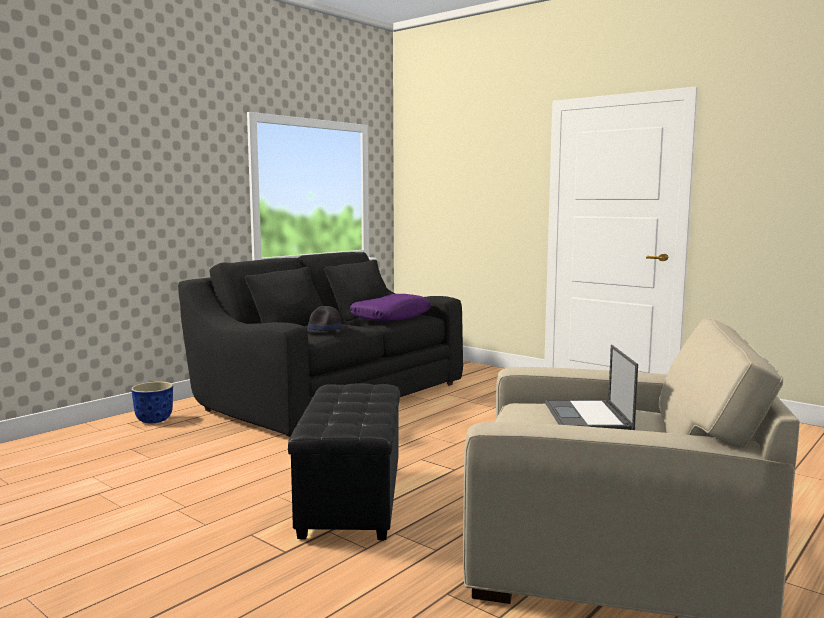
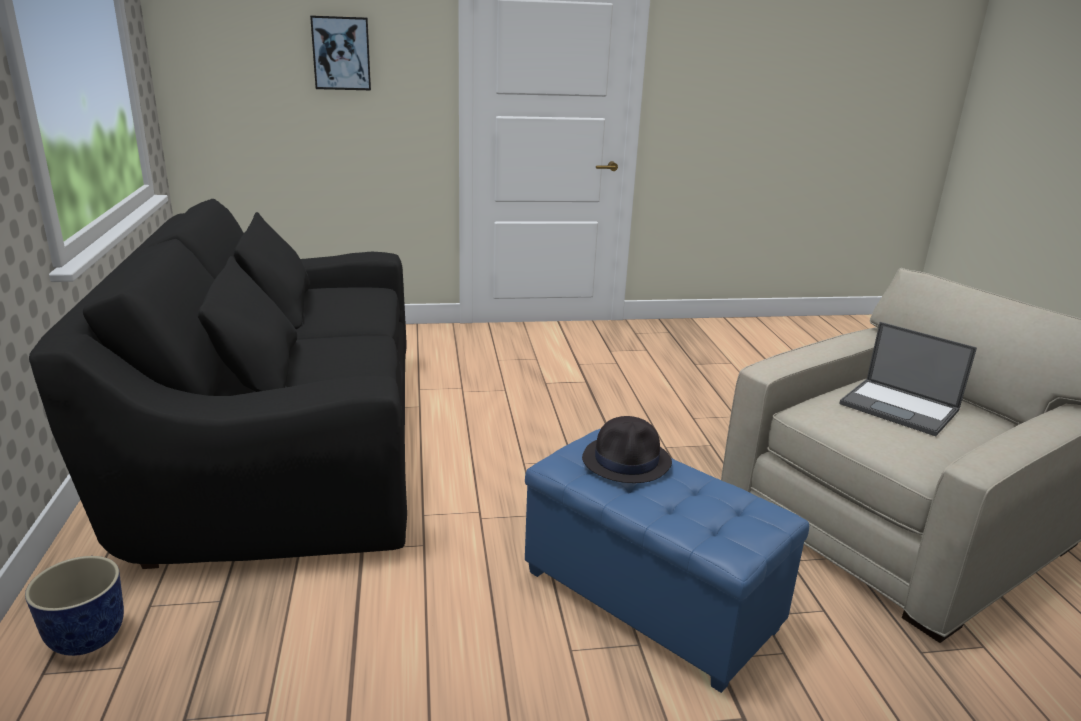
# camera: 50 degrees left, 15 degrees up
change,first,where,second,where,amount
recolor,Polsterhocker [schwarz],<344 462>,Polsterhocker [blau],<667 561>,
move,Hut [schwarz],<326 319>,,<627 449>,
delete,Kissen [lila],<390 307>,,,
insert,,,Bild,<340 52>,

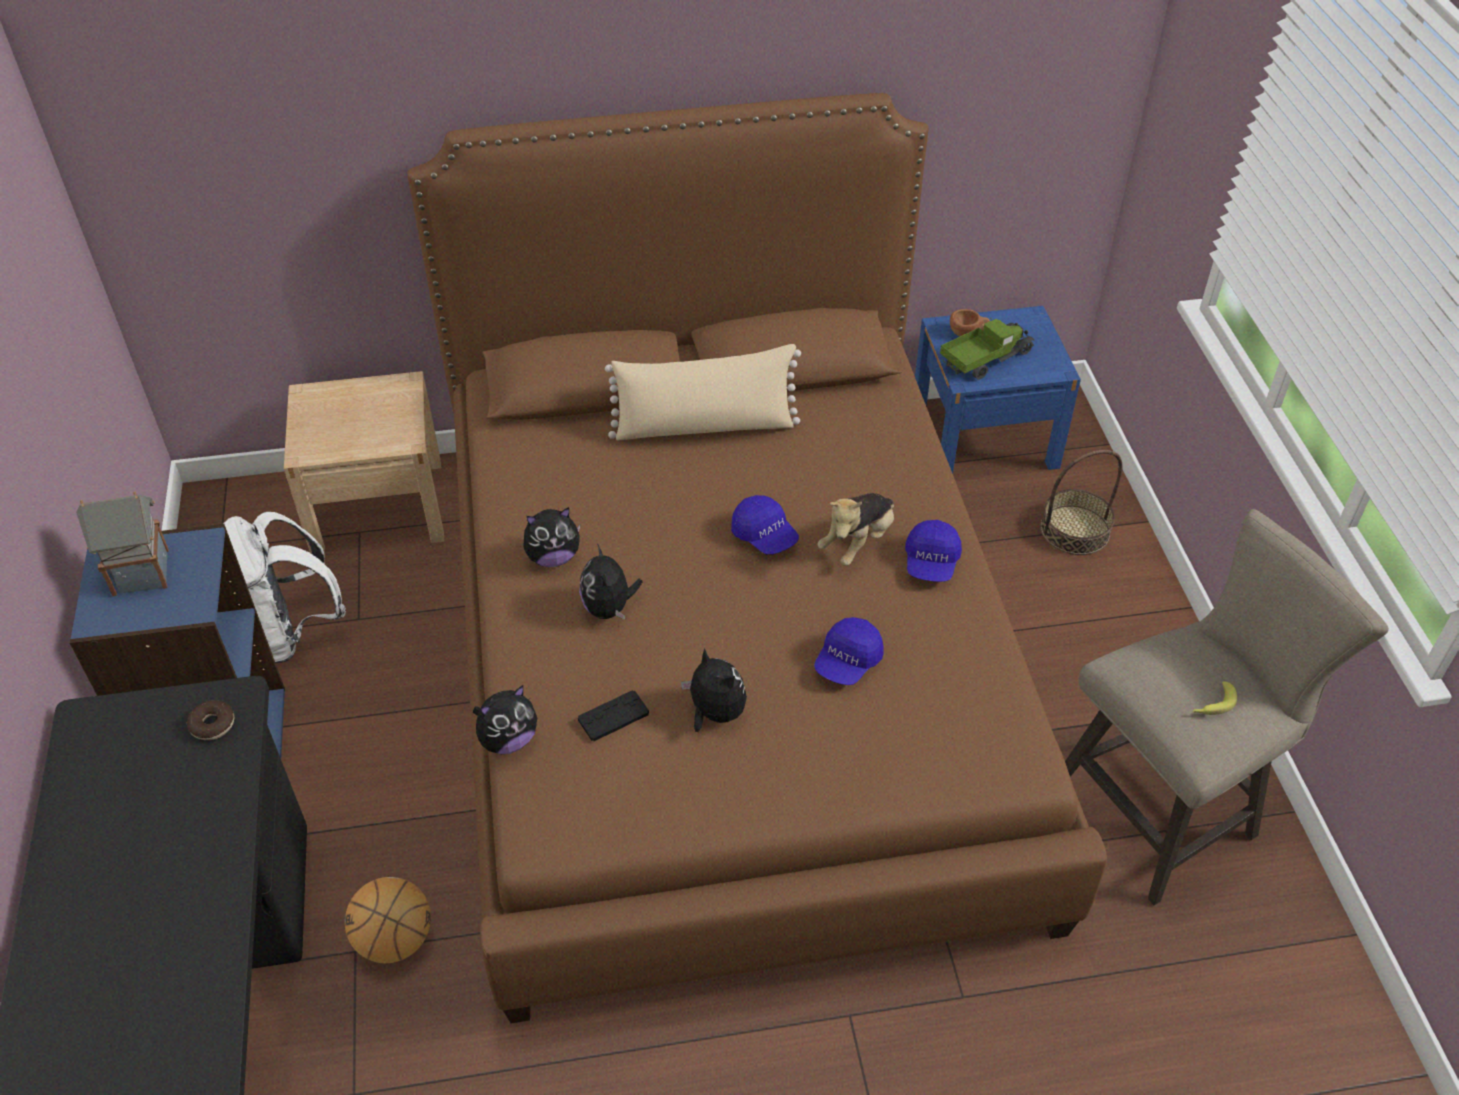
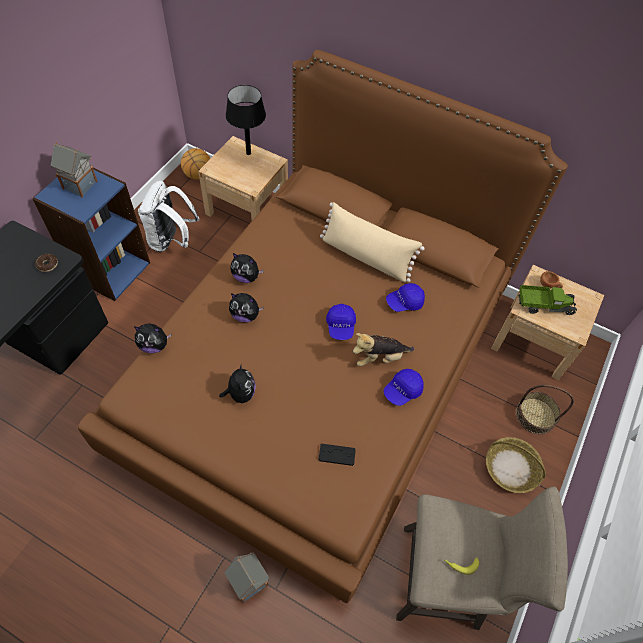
# camera: 35 degrees right, 10 degrees up
change,first,where,second,where,amount
move,Basketball,<388 920>,,<196 163>,
move,Gamepad [schwarz],<613 715>,,<337 455>,
rotate,Plüschtier,<611 582>,,<246 308>,105 degrees counterclockwise
move,Kappe [blau],<849 651>,,<405 297>,
recolor,Nachttisch [blau],<998 390>,Nachttisch [beige],<547 322>,
insert,,,Spielzeughaus,<247 578>,
insert,,,Tischlampe [schwarz],<246 120>,
insert,,,Korb,<516 465>,

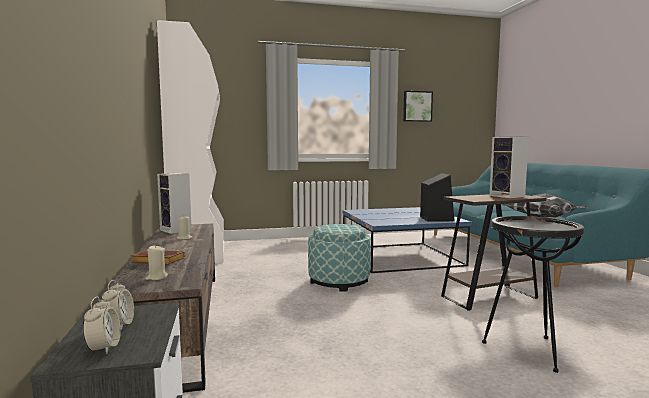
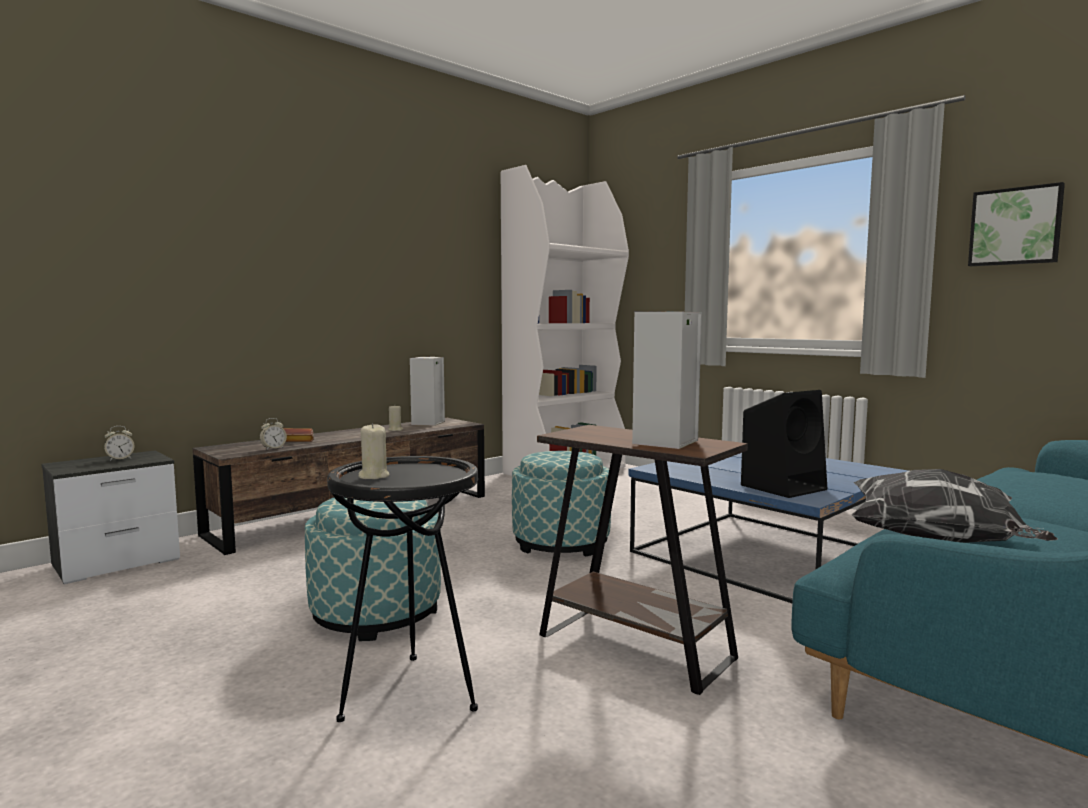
# camera: 60 degrees right, 0 degrees up
change,first,where,second,where,amount
move,Wecker,<101 325>,,<273 434>,
move,Kerze [beige],<156 262>,,<373 451>,
insert,,,Polsterhocker,<373 569>,

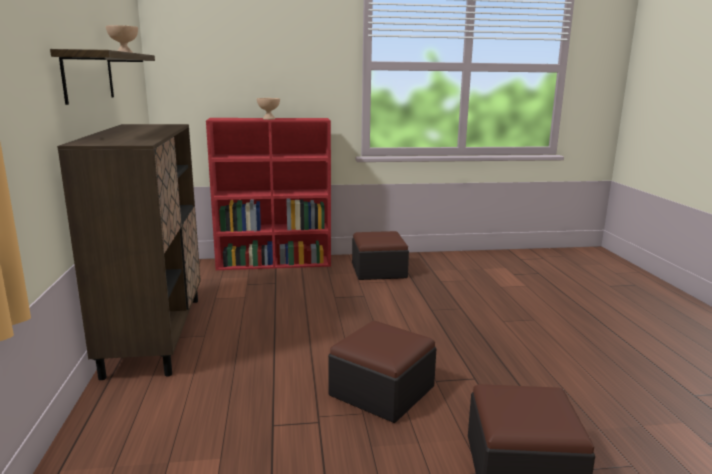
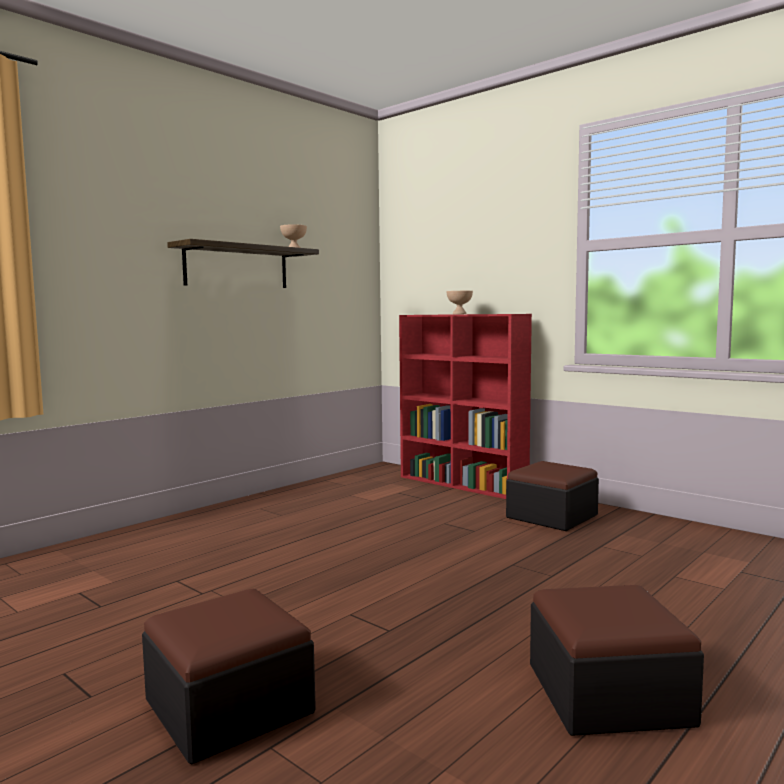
# camera: 50 degrees right, 10 degrees down
change,first,where,second,where,amount
delete,Schrank [braun],<129 252>,,,
move,Polsterhocker,<382 372>,,<617 660>,

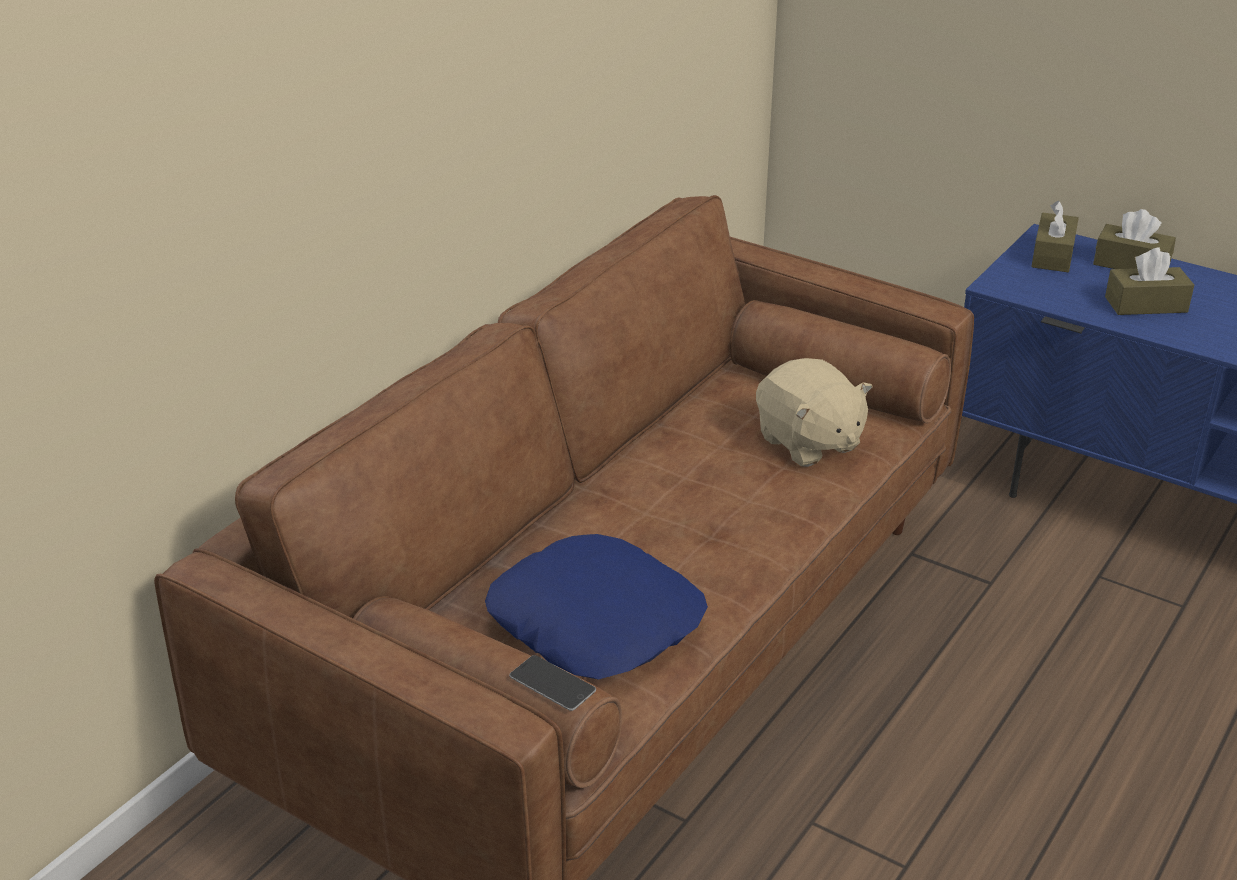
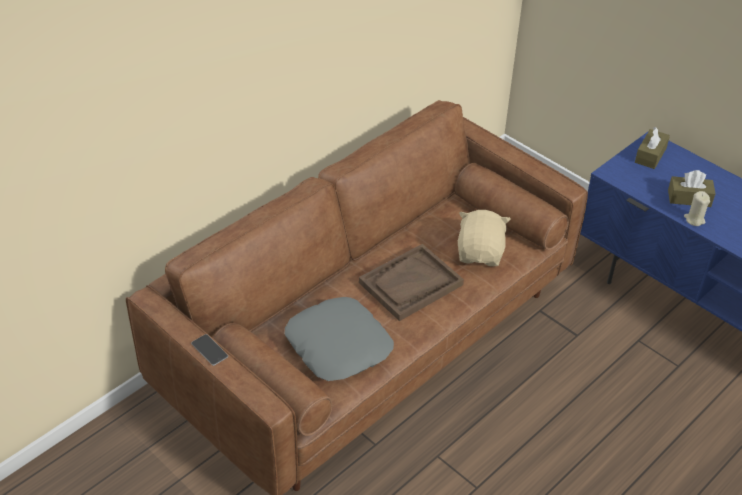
# camera: 10 degrees right, 10 degrees up
change,first,where,second,where,amount
recolor,Kissen [blau],<596 607>,Kissen [grau],<339 339>,
move,Handy,<552 683>,,<209 350>,
rotate,Plüschtier [beige],<814 412>,,<484 238>,150 degrees counterclockwise
delete,Taschentuchbox [braun],<1134 239>,,,
insert,,,Tablett [braun],<411 282>,
insert,,,Kerze [beige],<697 208>,

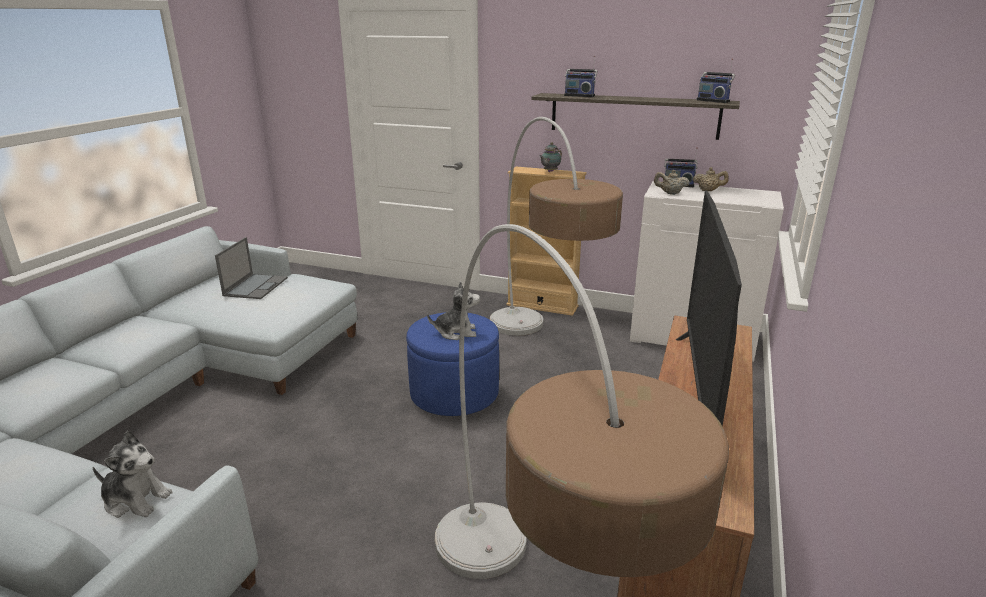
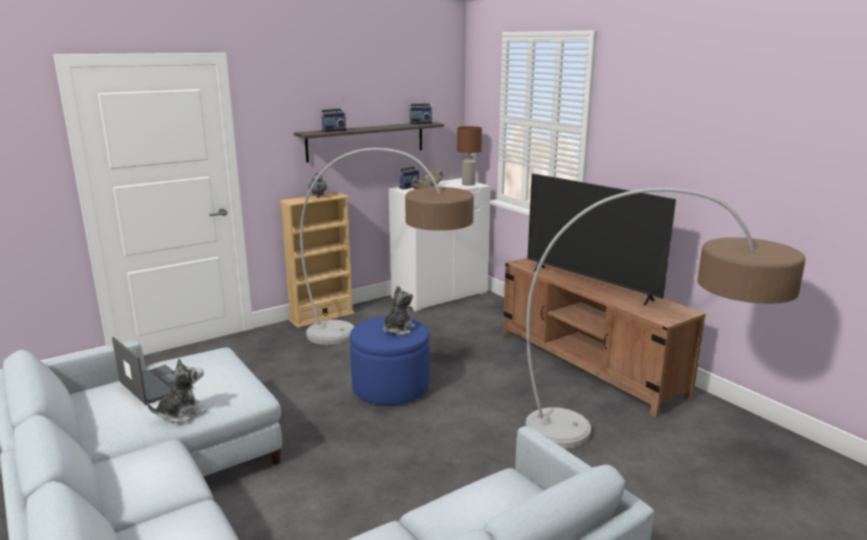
# camera: 55 degrees left, 5 degrees down
change,first,where,second,where,amount
move,Plüschtier,<132 474>,,<177 390>,
insert,,,Tischlampe [braun],<469 156>,

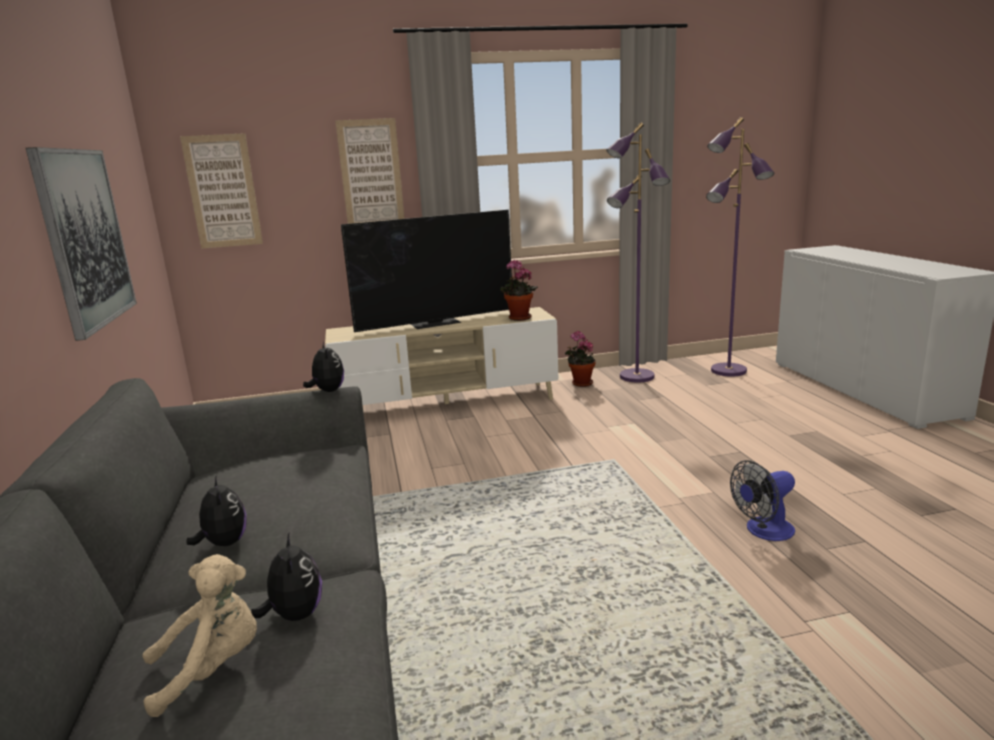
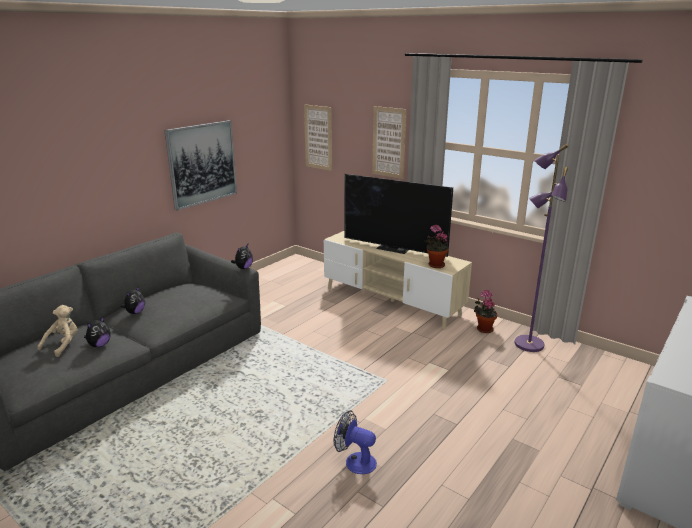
# camera: 50 degrees right, 5 degrees up
change,first,where,second,where,amount
rotate,Plüschtier [beige],<199 635>,,<57 331>,90 degrees counterclockwise
delete,Stehlampe [lila],<740 247>,,,

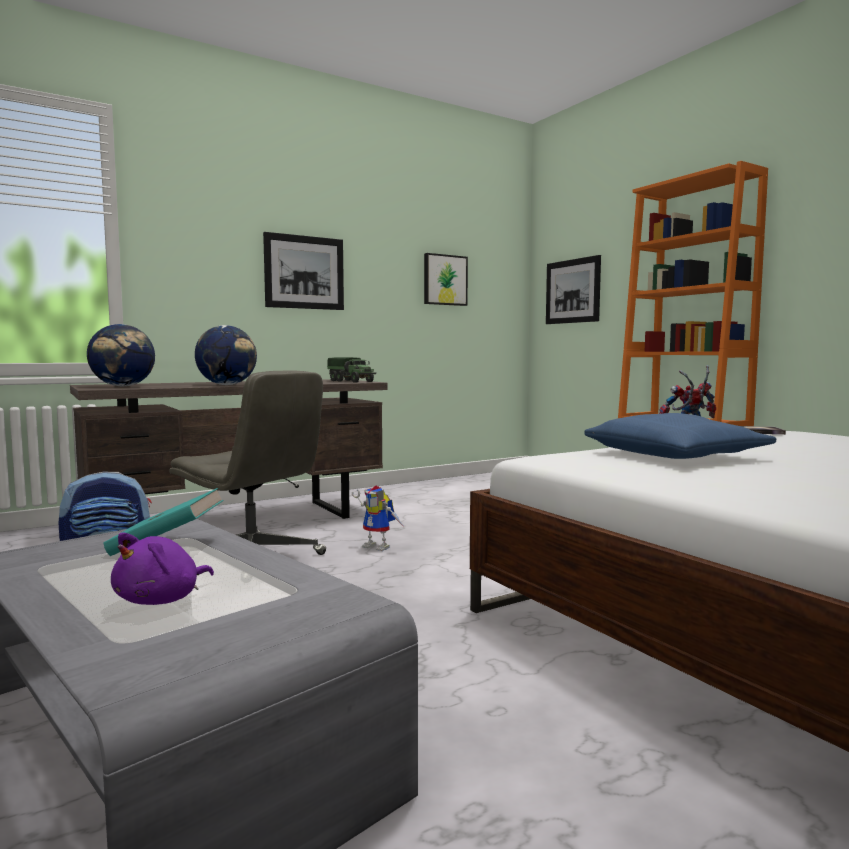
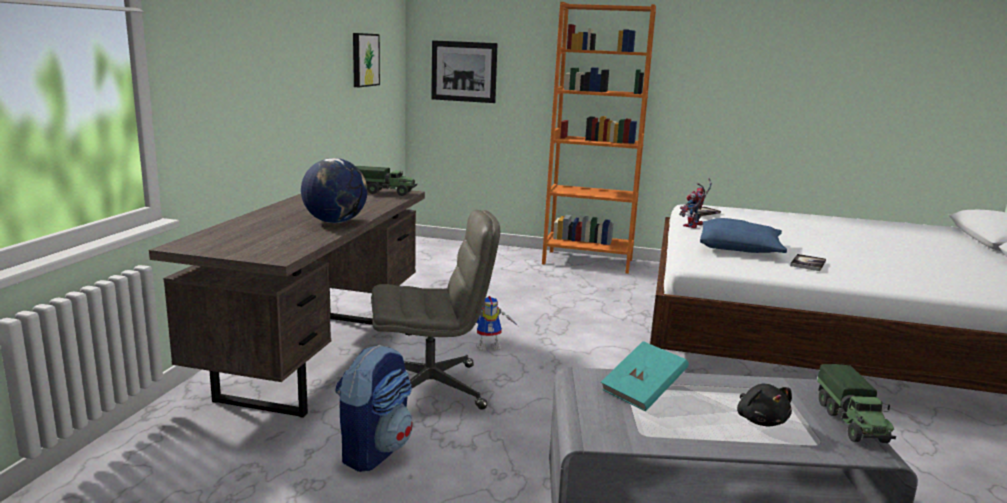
# camera: 45 degrees left, 10 degrees up
change,first,where,second,where,amount
delete,Globus,<121 355>,,,
recolor,Plüschtier [lila],<162 568>,Plüschtier [schwarz],<764 405>,
delete,Bild,<303 271>,,,
insert,,,Buch,<808 262>,
insert,,,Spielzeuglaster,<856 403>,

